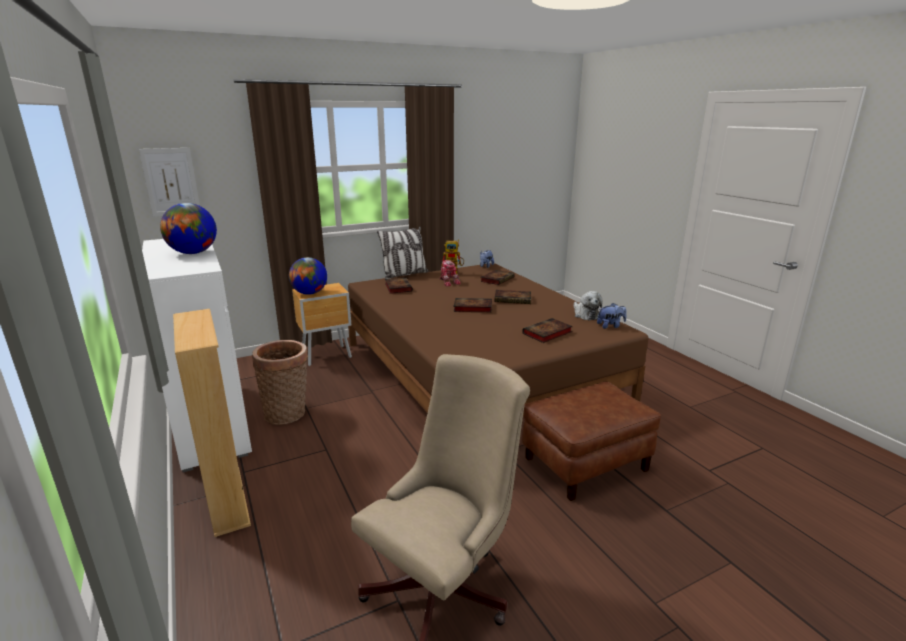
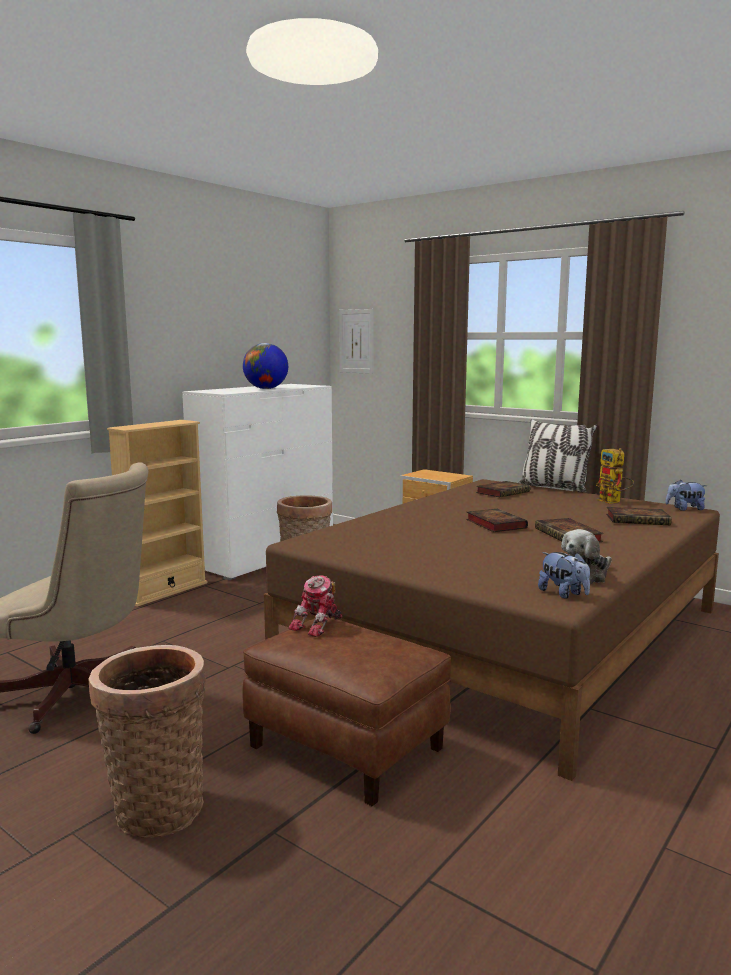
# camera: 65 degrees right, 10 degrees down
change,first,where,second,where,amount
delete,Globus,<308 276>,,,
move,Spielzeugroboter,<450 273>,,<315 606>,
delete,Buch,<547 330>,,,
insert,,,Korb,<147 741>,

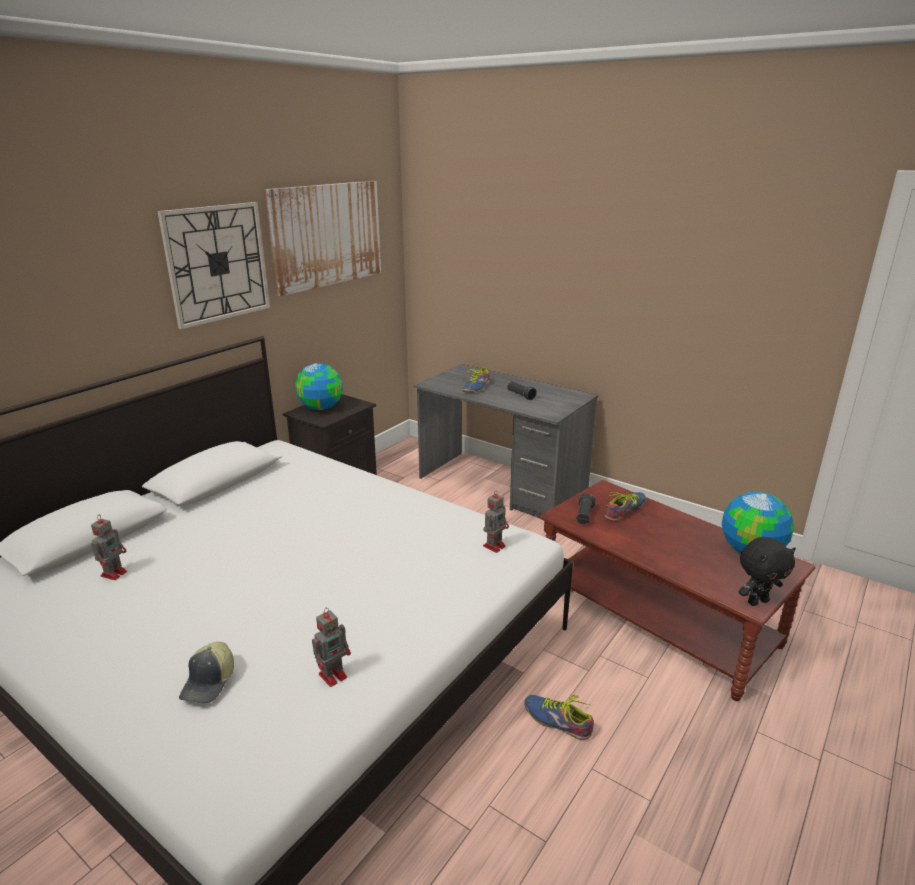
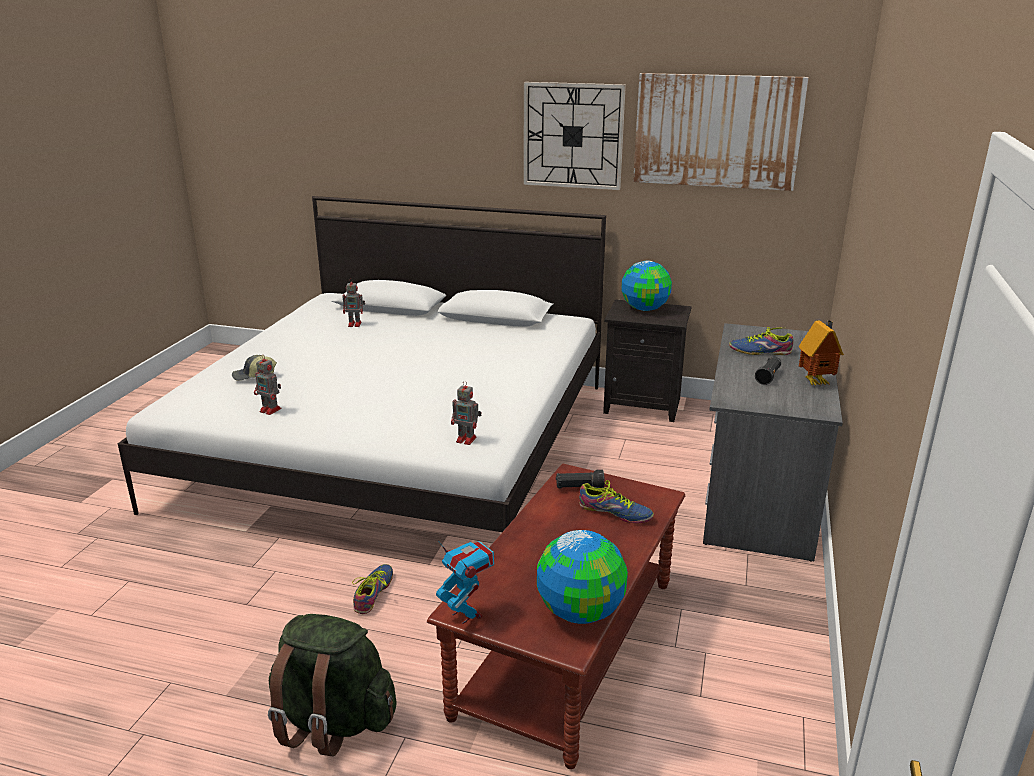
# camera: 70 degrees right, 0 degrees up
change,first,where,second,where,amount
replace,Plüschtier [schwarz],<767 571>,Spielzeugroboter,<465 582>,
insert,,,Rucksack [grün],<332 685>,
insert,,,Spielzeughaus,<821 353>,

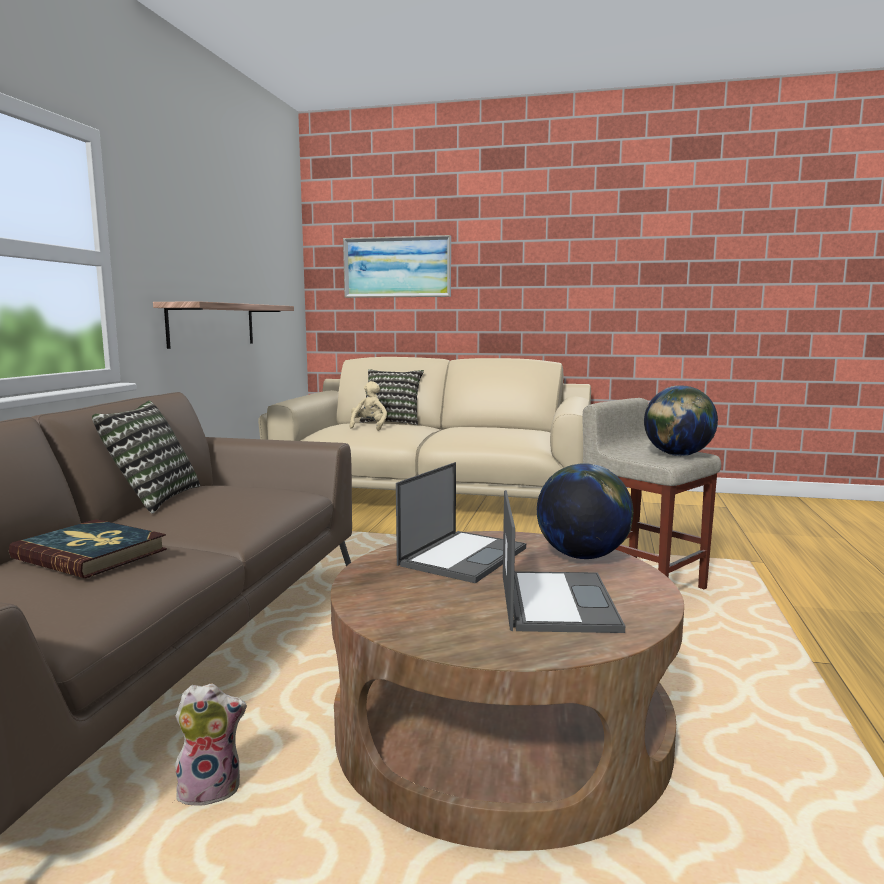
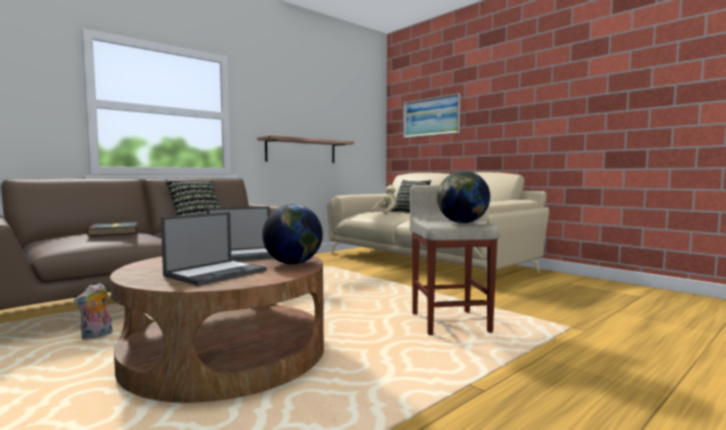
# camera: 35 degrees right, 5 degrees down
change,first,where,second,where,amount
rotate,Plüschtier,<210 744>,,<93 311>,105 degrees clockwise

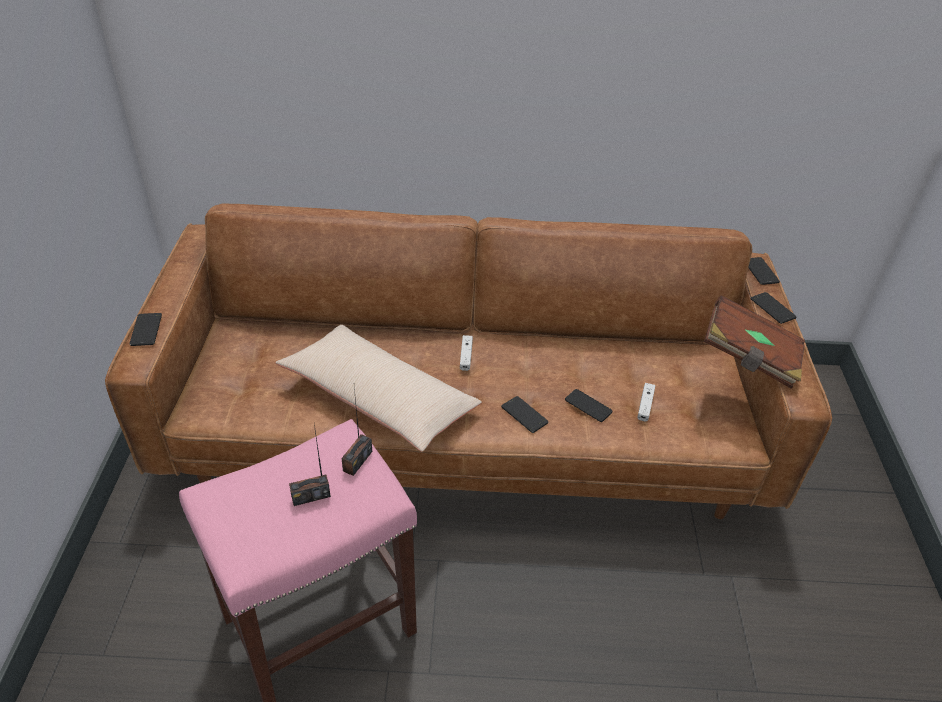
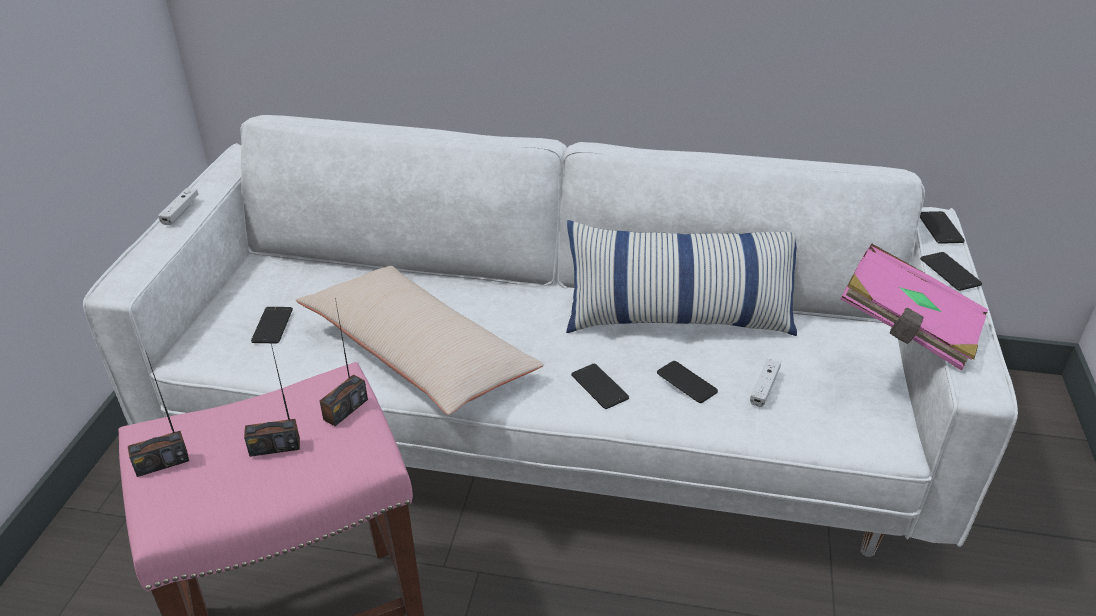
# camera: 10 degrees right, 5 degrees down
change,first,where,second,where,amount
recolor,Sofa [braun],<468 361>,Sofa [weiß],<550 336>,
move,Handy,<146 329>,,<272 325>,
move,Gamepad [weiß],<466 353>,,<178 206>,
recolor,Buch [braun],<754 341>,Buch [rosa],<914 307>,
insert,,,Radio,<158 415>,
insert,,,Kissen,<681 278>,

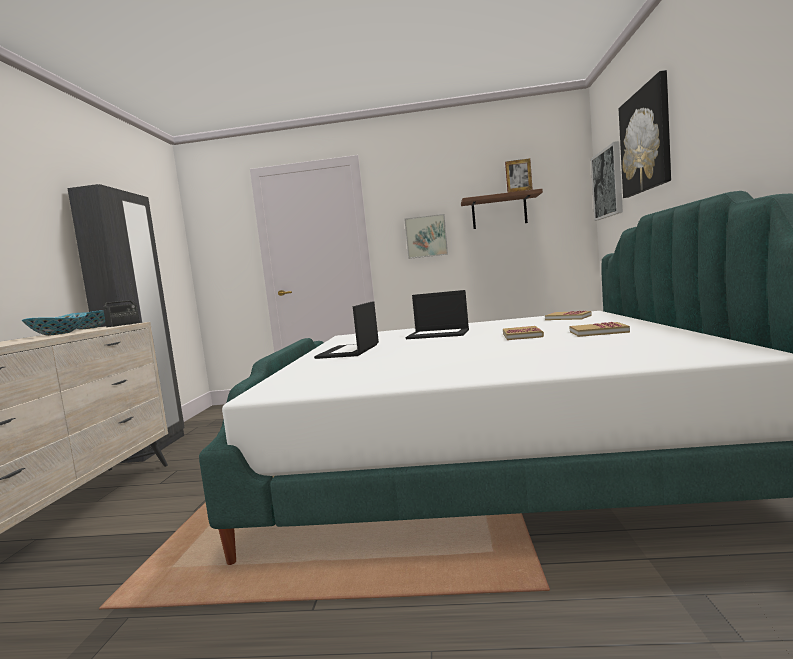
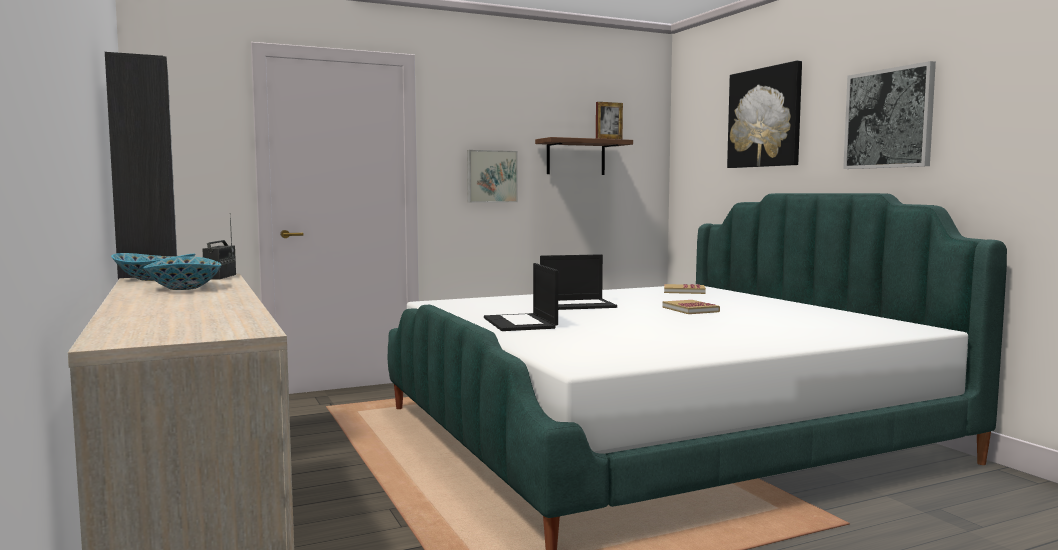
# camera: 30 degrees left, 0 degrees up
change,first,where,second,where,amount
delete,Buch,<599 329>,,,
move,Bild,<607 181>,,<889 115>,

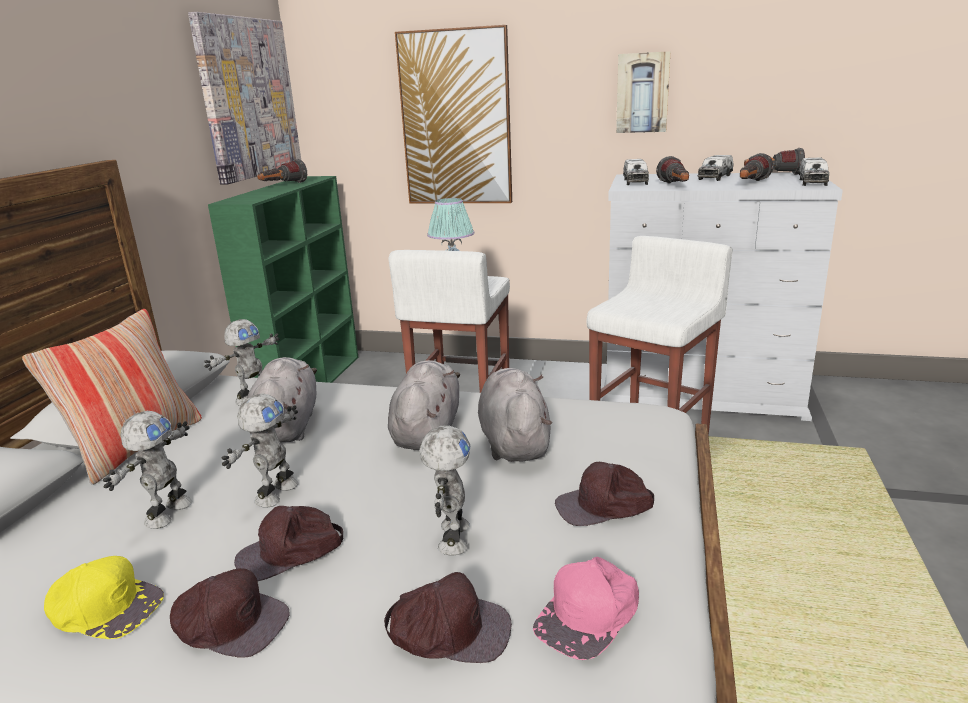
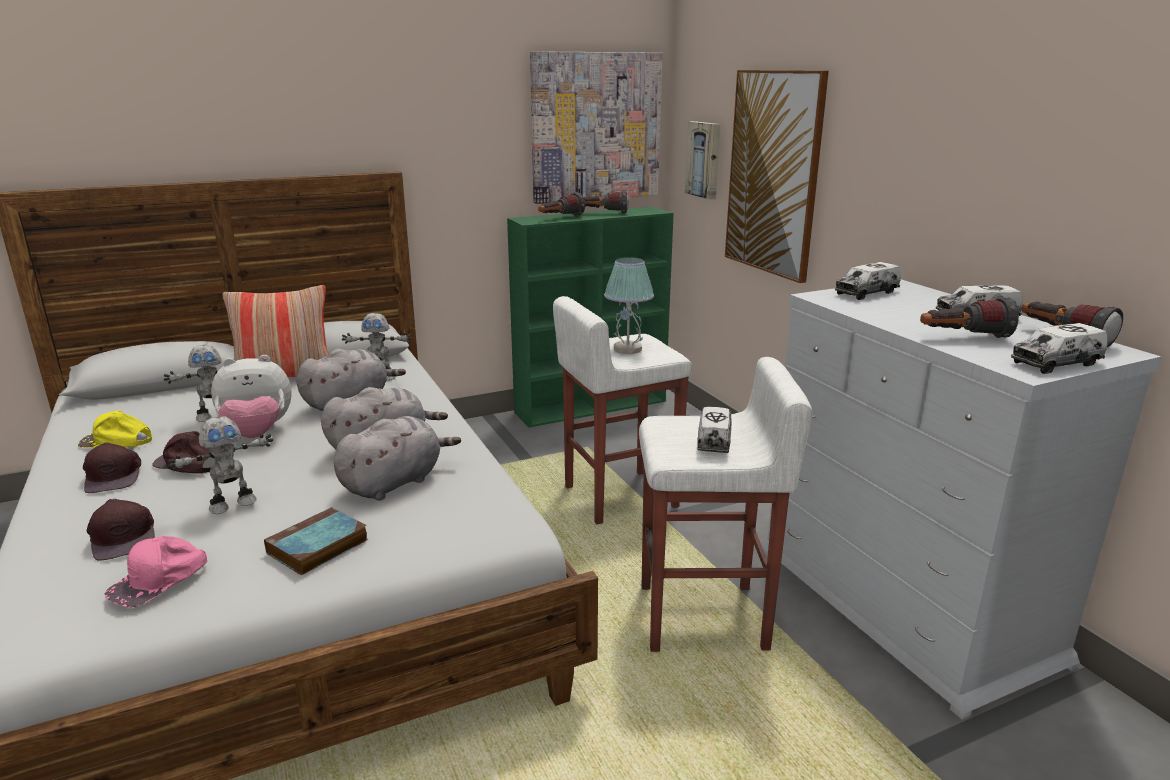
# camera: 50 degrees right, 0 degrees up
change,first,where,second,where,amount
rotate,Kappe [gelb],<104 597>,,<115 429>,120 degrees clockwise
replace,Spielzeugroboter,<260 451>,Plüschtier,<251 396>,
rotate,Kappe [rosa],<586 608>,,<156 571>,60 degrees counterclockwise
replace,Kappe [braun],<604 494>,Buch,<316 541>,
move,Bild,<643 92>,,<702 160>,
move,Taschenlampe,<672 170>,,<561 204>,
insert,,,Spielzeuglaster,<714 430>,

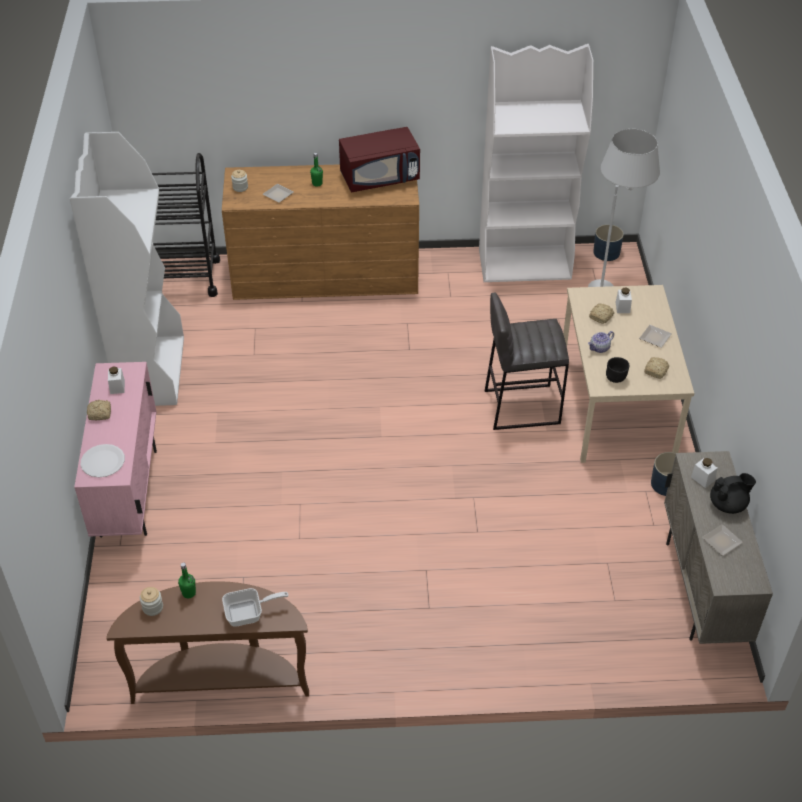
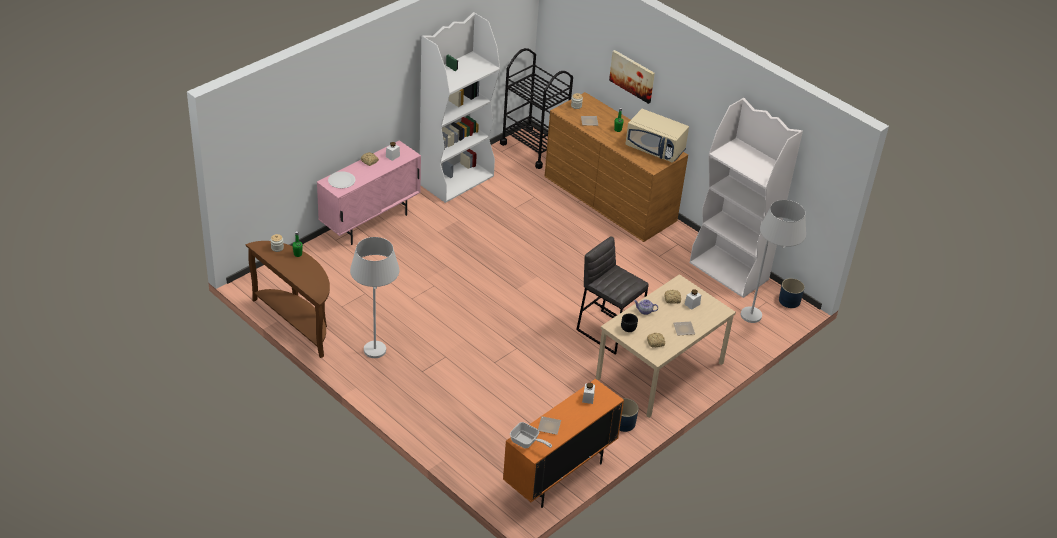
# camera: 45 degrees right, 5 degrees down
change,first,where,second,where,amount
move,Pfanne,<255 607>,,<531 435>,
recolor,Mikrowelle [rot],<379 160>,Mikrowelle [beige],<657 136>,
recolor,Schrank [beige],<718 547>,Schrank [orange],<563 443>,
delete,Teekanne [schwarz],<733 493>,,,
insert,,,Stehlampe [weiß],<374 297>,
insert,,,Bild,<632 77>,

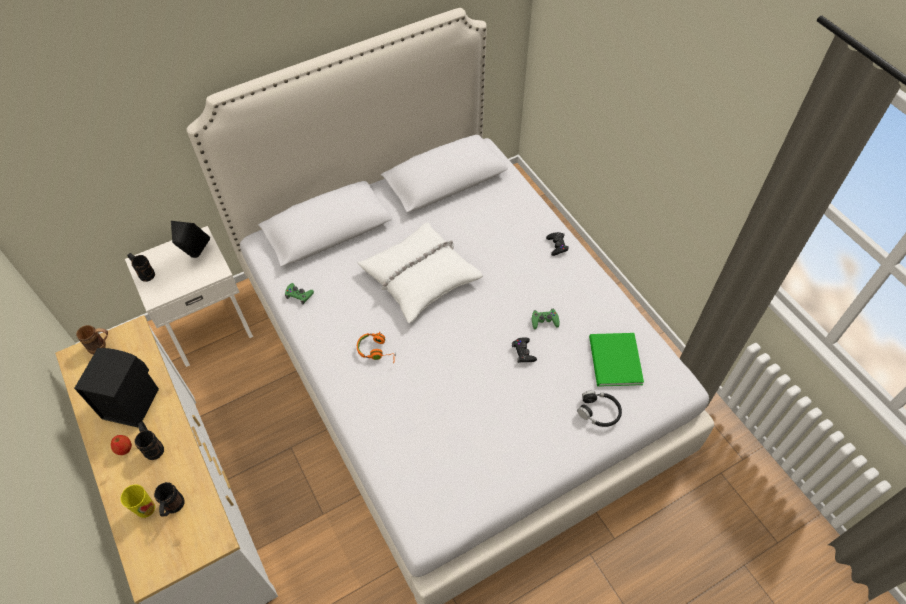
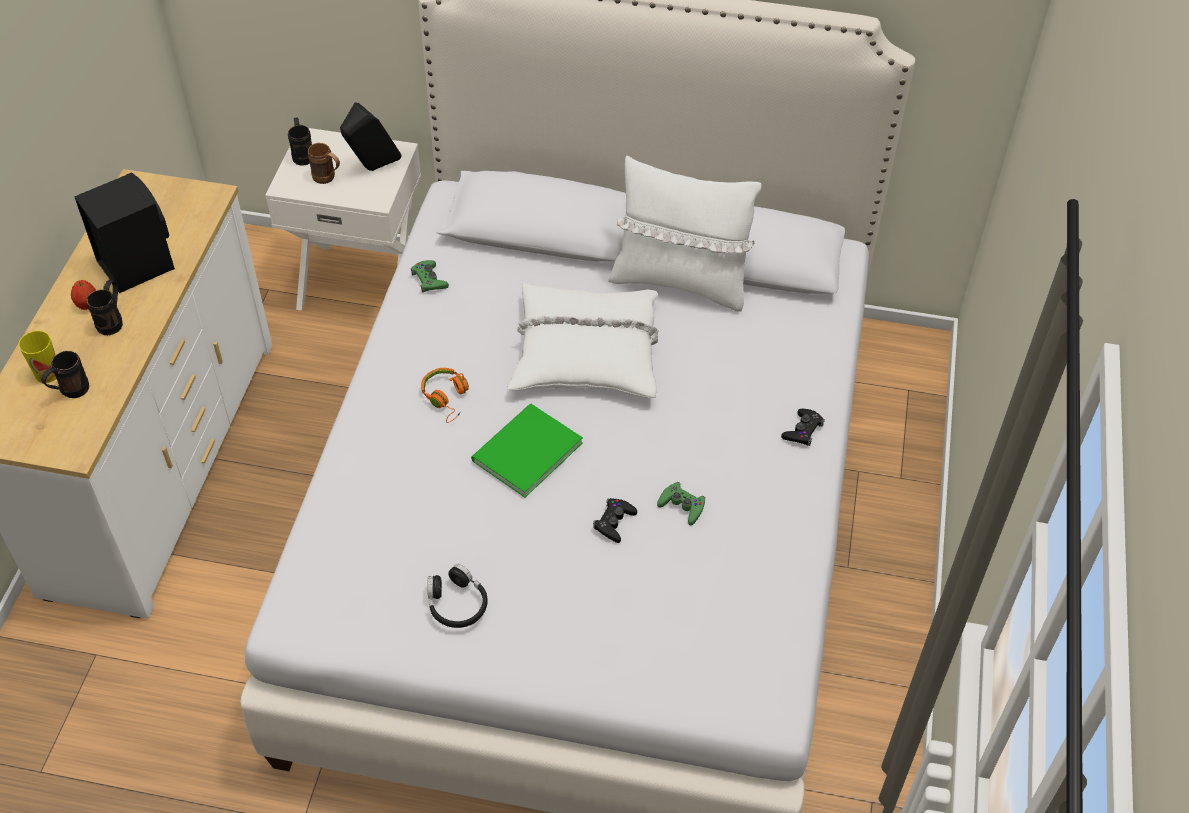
# camera: 40 degrees right, 5 degrees down
change,first,where,second,where,amount
move,Henkelbecher [braun],<92 339>,,<324 163>,
move,Kopfhörer [schwarz],<599 409>,,<457 596>,
move,Buch [grün],<616 360>,,<527 451>,
insert,,,Kissen [weiß],<684 234>,

